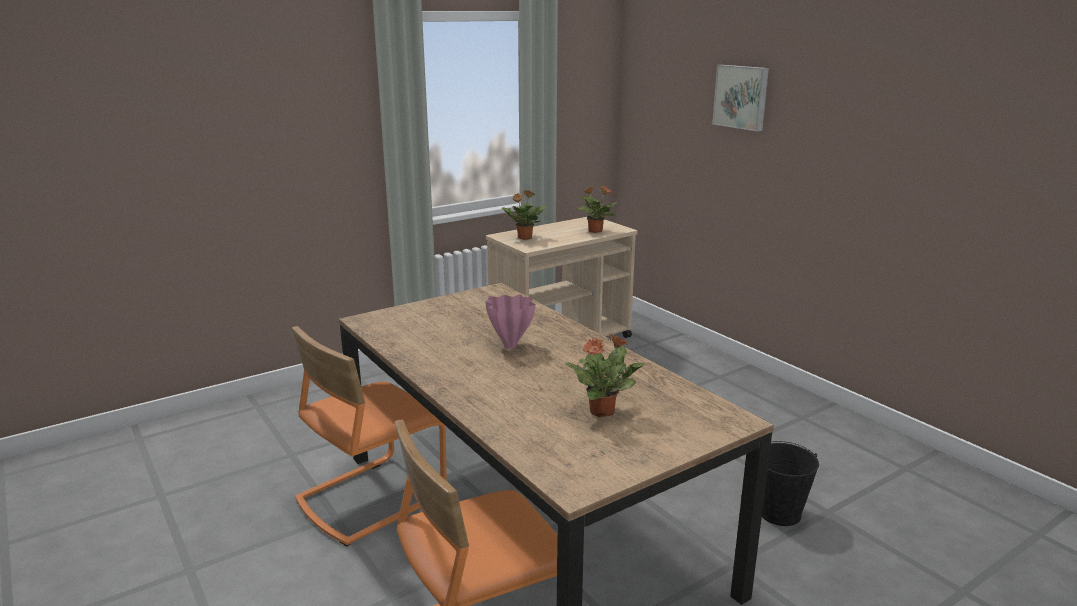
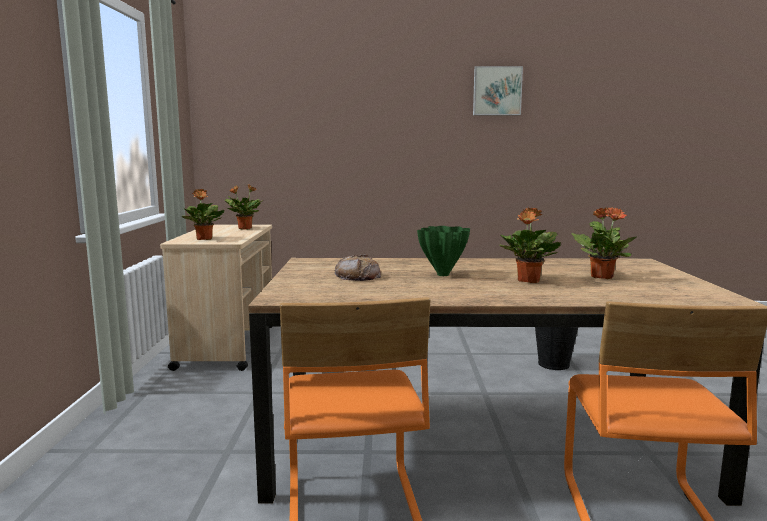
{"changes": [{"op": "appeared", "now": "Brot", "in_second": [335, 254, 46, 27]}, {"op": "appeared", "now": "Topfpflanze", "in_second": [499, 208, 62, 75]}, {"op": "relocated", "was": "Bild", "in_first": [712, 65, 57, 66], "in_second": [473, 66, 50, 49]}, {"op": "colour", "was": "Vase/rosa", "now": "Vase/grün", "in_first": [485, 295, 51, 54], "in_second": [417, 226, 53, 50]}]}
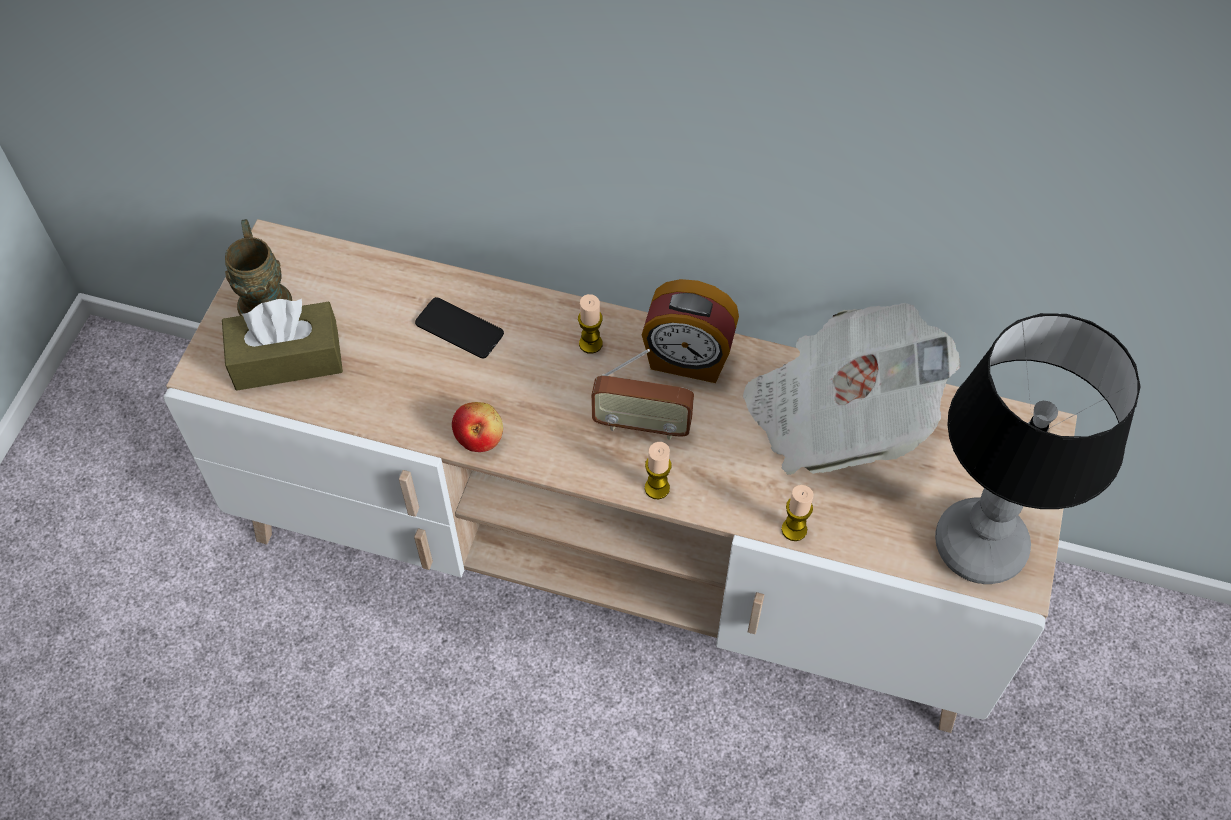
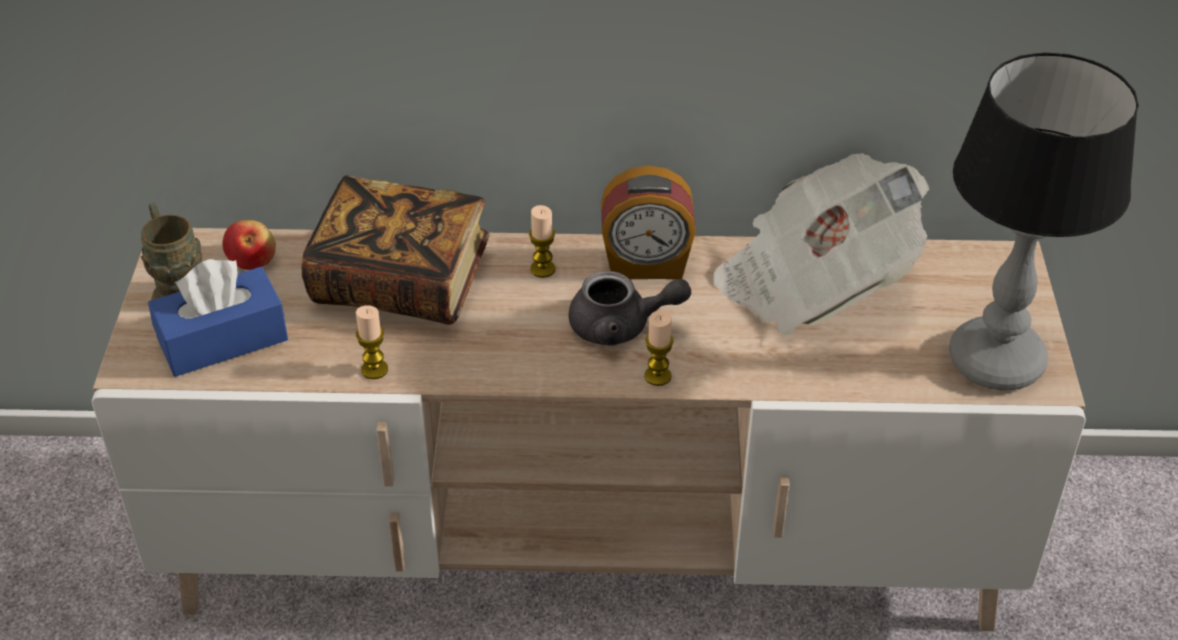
{"changes": [{"op": "relocated", "was": "Apfel", "in_first": [452, 402, 51, 50], "in_second": [222, 220, 54, 50]}, {"op": "relocated", "was": "Kerze", "in_first": [781, 485, 33, 56], "in_second": [356, 305, 32, 74]}, {"op": "exchanged", "was": "Handy", "now": "Buch", "in_first": [415, 297, 89, 61], "in_second": [302, 175, 188, 150]}, {"op": "exchanged", "was": "Radio", "now": "Teekanne/grau", "in_first": [591, 349, 103, 91], "in_second": [569, 271, 122, 75]}, {"op": "colour", "was": "Taschentuchbox/braun", "now": "Taschentuchbox/blau", "in_first": [222, 299, 121, 92], "in_second": [148, 259, 140, 118]}]}
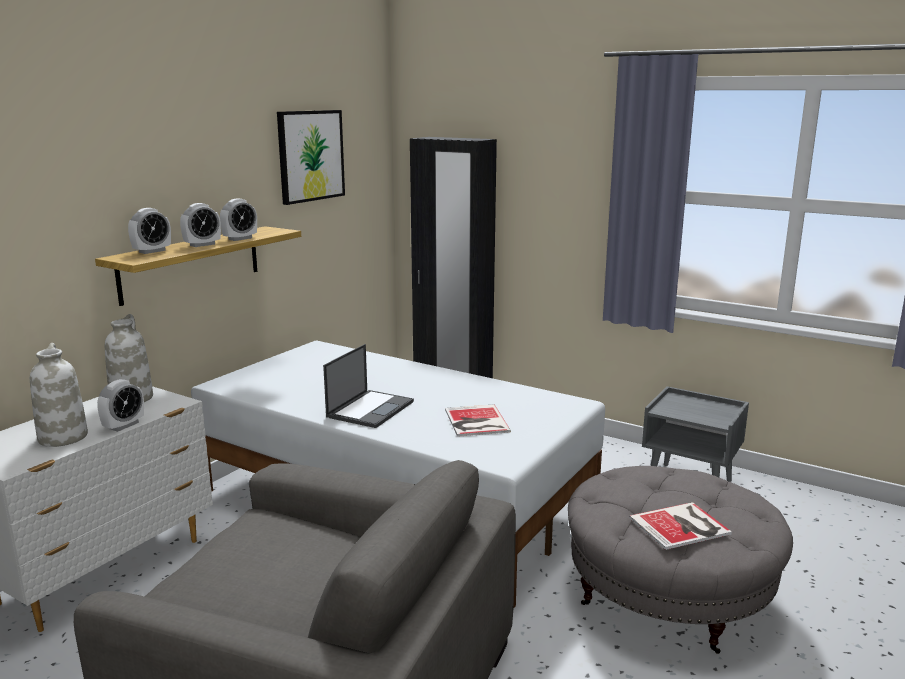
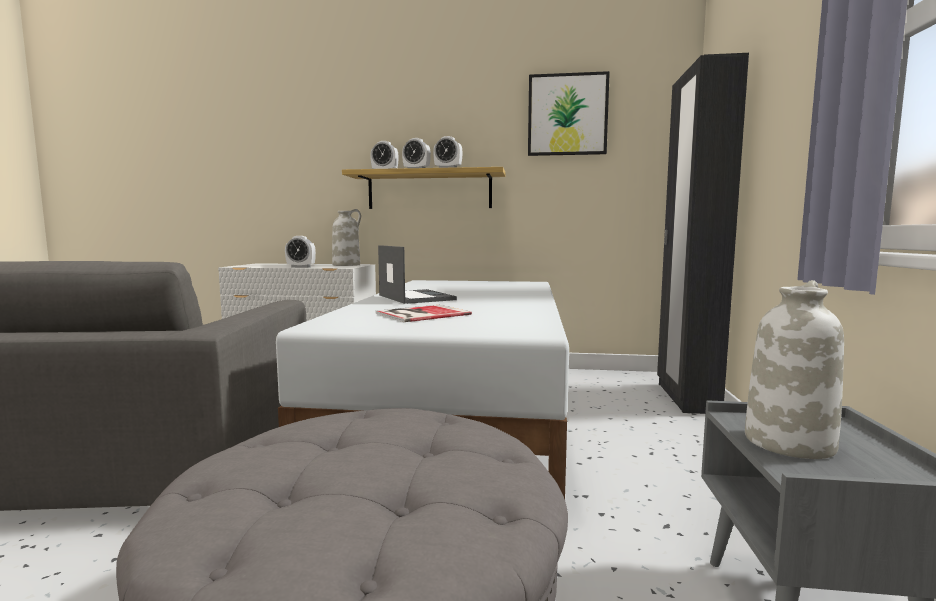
{"changes": [{"op": "missing", "was": "Buch", "in_first": [629, 502, 103, 48]}, {"op": "relocated", "was": "Vase/weiß", "in_first": [30, 343, 58, 104], "in_second": [745, 280, 99, 179]}, {"op": "spun", "was": "Laptop", "in_first": [323, 344, 91, 84], "in_second": [378, 245, 79, 59], "clockwise": -120}]}
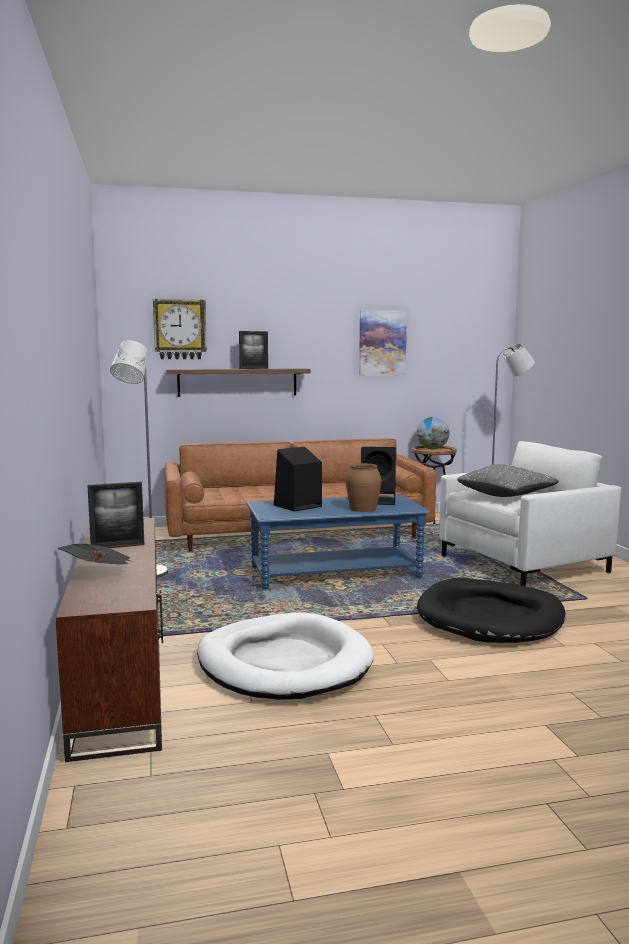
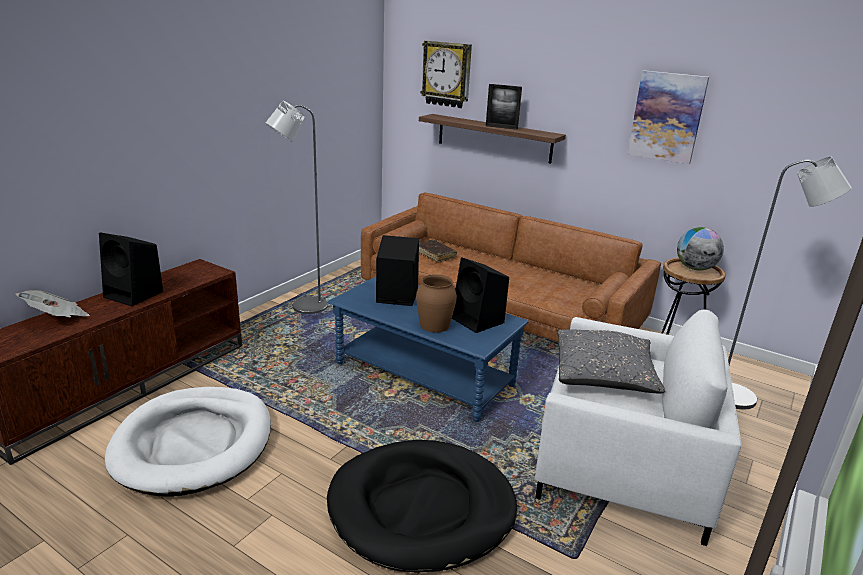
{"changes": [{"op": "appeared", "now": "Buch/braun", "in_second": [419, 240, 38, 23]}, {"op": "exchanged", "was": "Bilderrahmen", "now": "Lautsprecher/schwarz", "in_first": [87, 482, 58, 66], "in_second": [99, 232, 64, 74]}]}
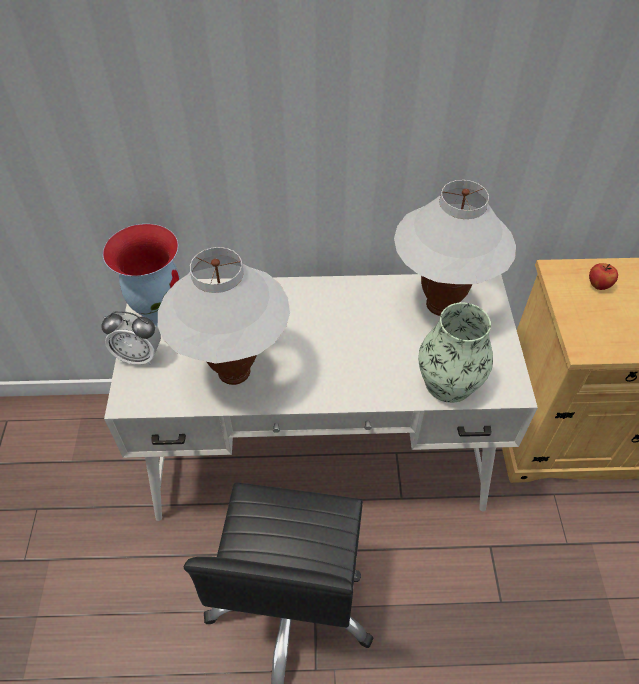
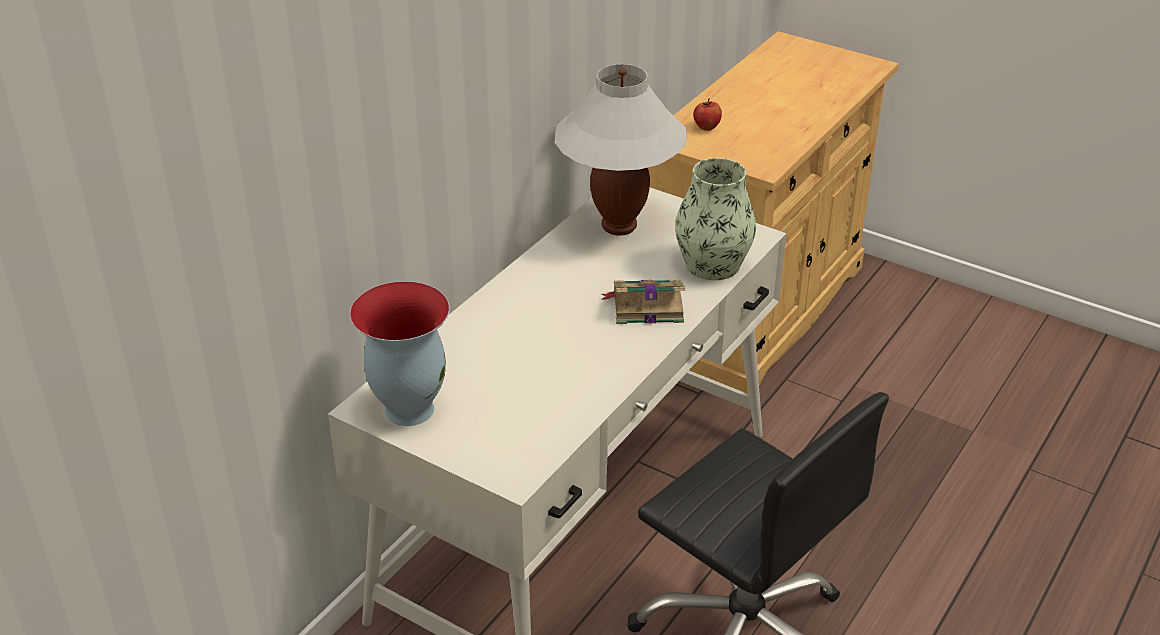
{"changes": [{"op": "missing", "was": "Wecker", "in_first": [101, 311, 60, 54]}, {"op": "missing", "was": "Tischlampe/weiß", "in_first": [158, 247, 132, 138]}, {"op": "appeared", "now": "Buch", "in_second": [601, 279, 84, 45]}]}
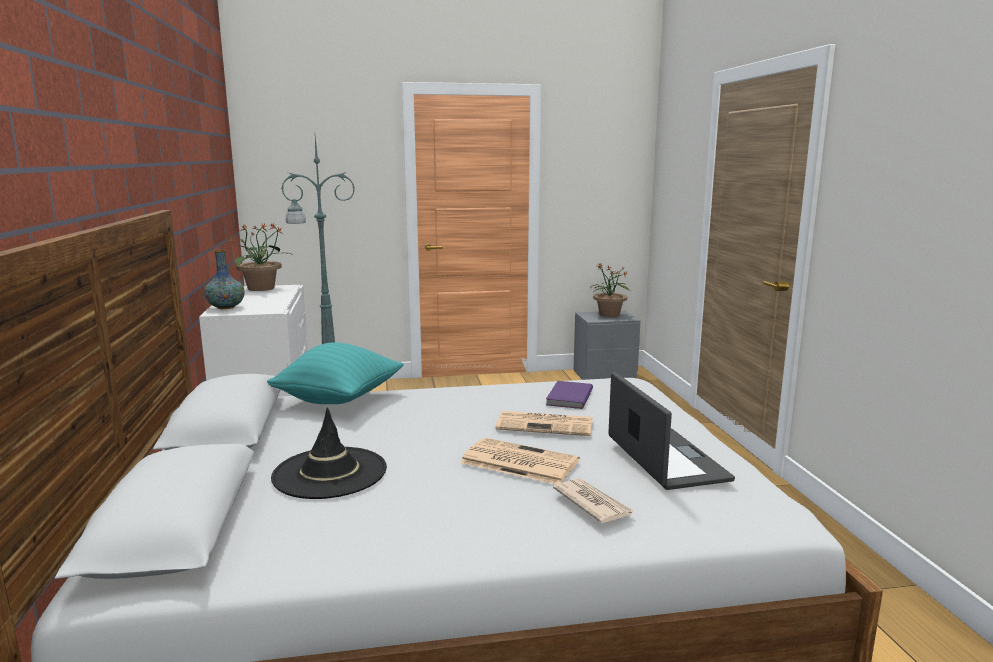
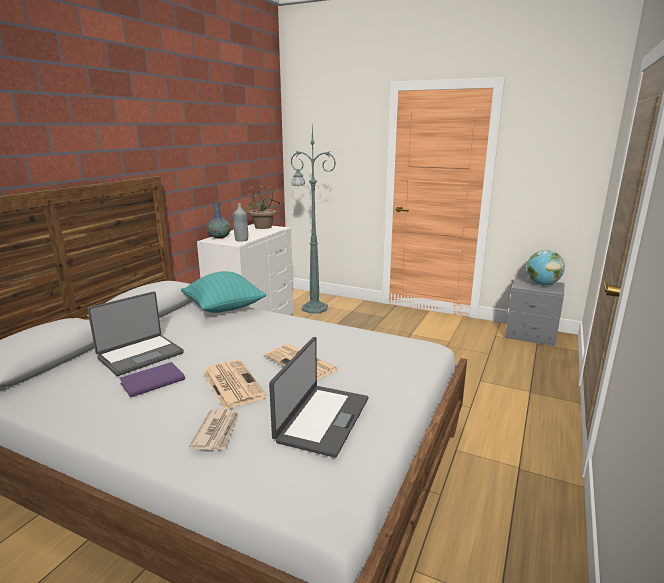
{"changes": [{"op": "appeared", "now": "Flasche/grau", "in_second": [233, 203, 15, 39]}, {"op": "relocated", "was": "Buch/lila", "in_first": [546, 381, 47, 28], "in_second": [119, 362, 66, 36]}, {"op": "exchanged", "was": "Hut/schwarz", "now": "Laptop", "in_first": [271, 408, 116, 91], "in_second": [87, 291, 97, 85]}, {"op": "exchanged", "was": "Topfpflanze", "now": "Globus", "in_first": [590, 263, 41, 54], "in_second": [526, 250, 39, 35]}]}
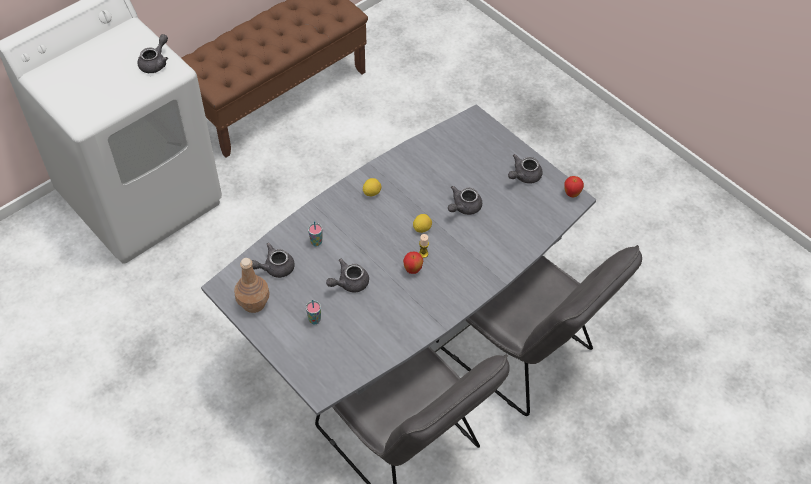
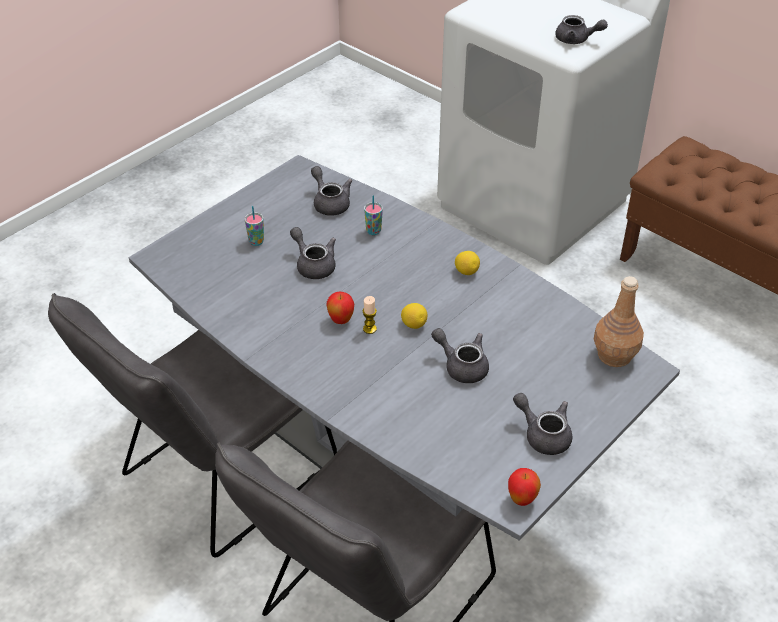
{"changes": [{"op": "relocated", "was": "Flasche/braun", "in_first": [234, 258, 36, 55], "in_second": [594, 276, 50, 91]}]}
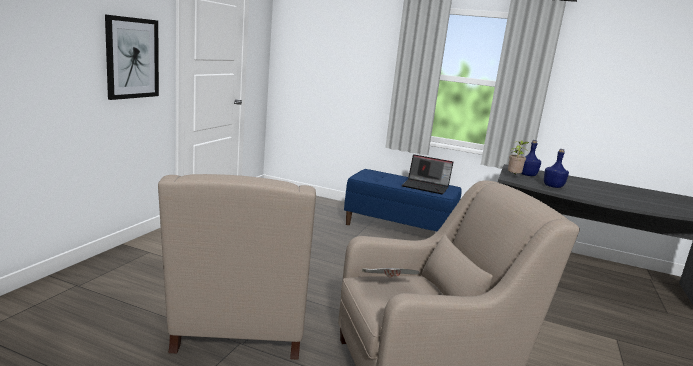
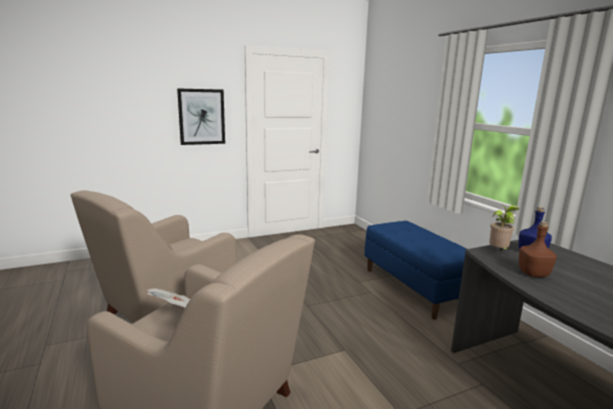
{"changes": [{"op": "missing", "was": "Laptop", "in_first": [402, 154, 51, 40]}, {"op": "colour", "was": "Flasche/blau", "now": "Flasche/braun", "in_first": [544, 149, 25, 39], "in_second": [519, 221, 38, 56]}]}
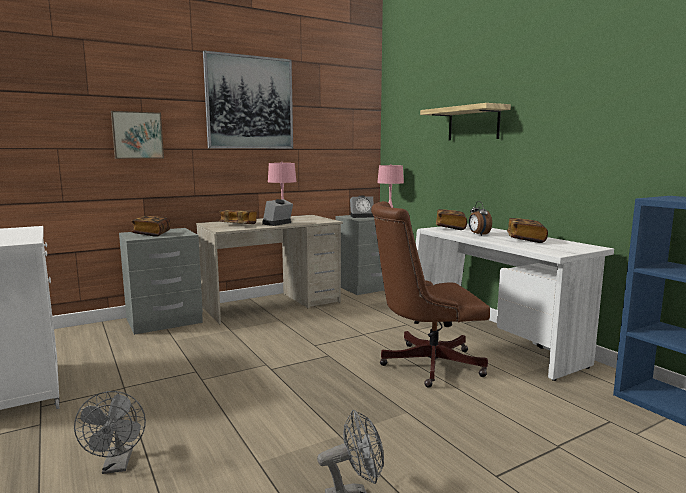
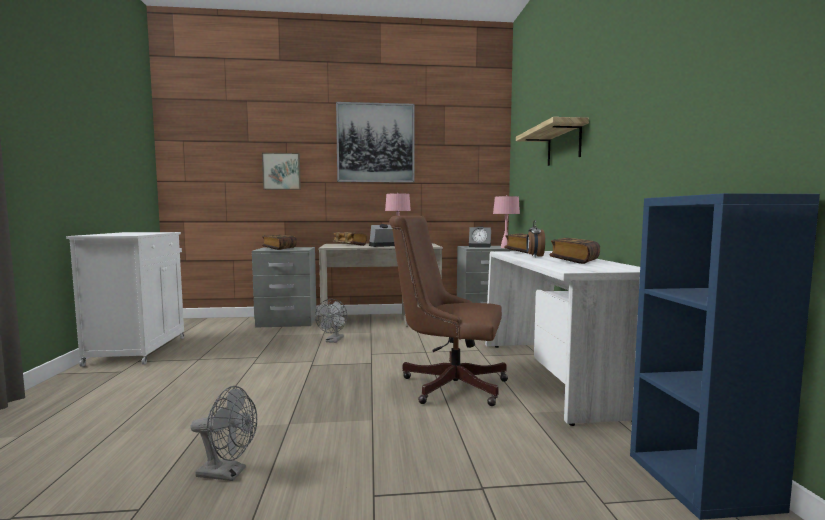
{"changes": [{"op": "relocated", "was": "Ventilator/grau", "in_first": [74, 391, 72, 83], "in_second": [315, 299, 32, 44]}]}
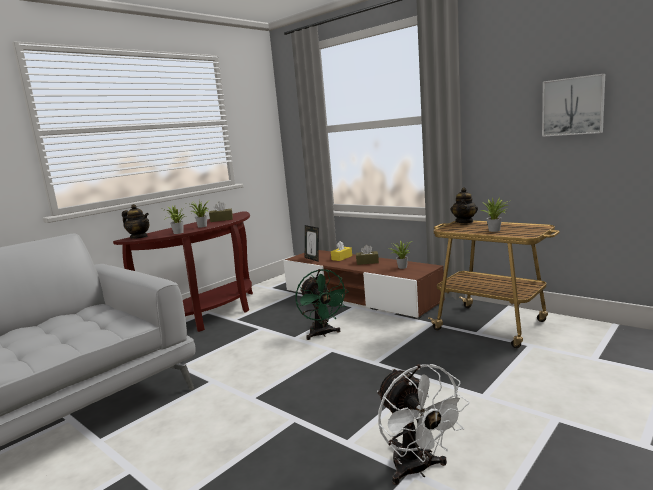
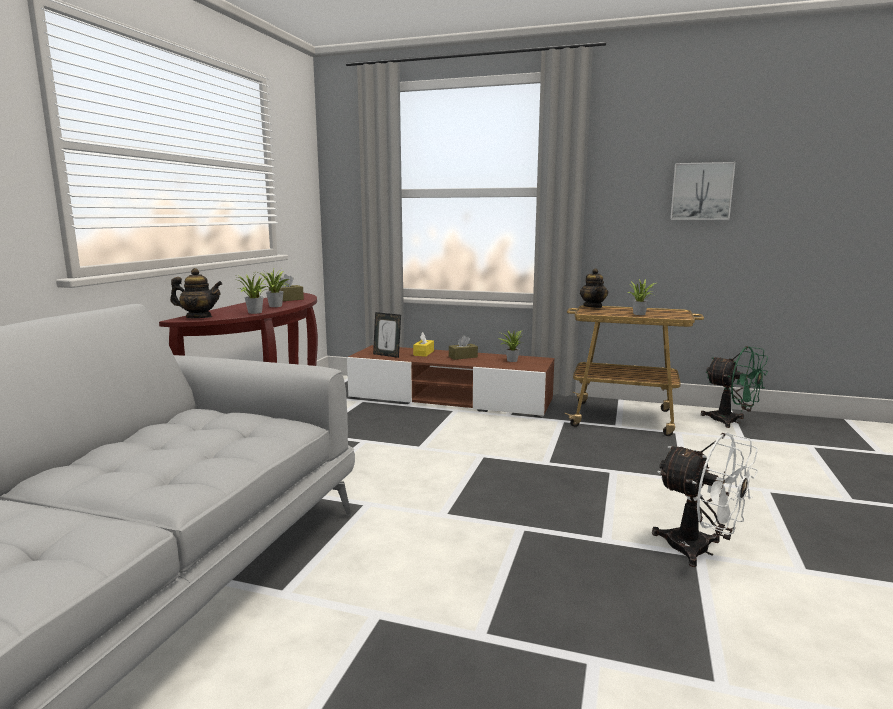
{"changes": [{"op": "relocated", "was": "Ventilator/grün", "in_first": [295, 269, 54, 71], "in_second": [701, 346, 67, 82]}]}
